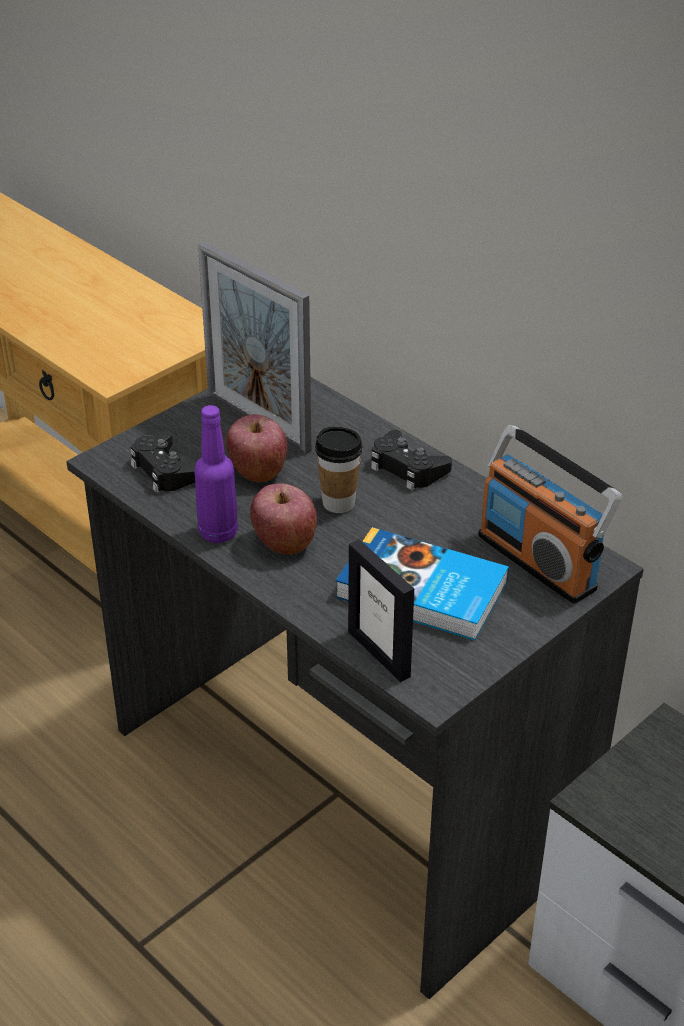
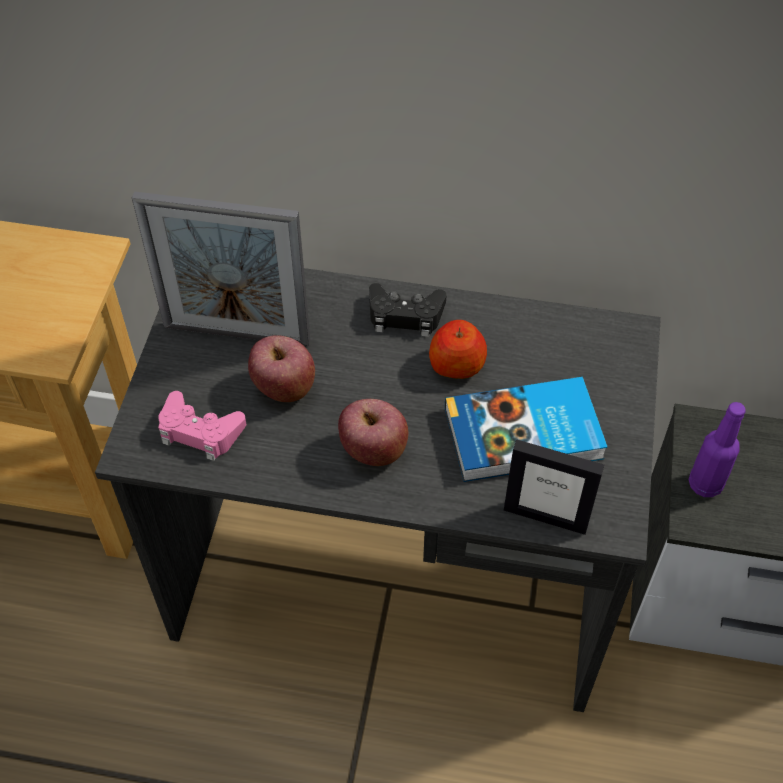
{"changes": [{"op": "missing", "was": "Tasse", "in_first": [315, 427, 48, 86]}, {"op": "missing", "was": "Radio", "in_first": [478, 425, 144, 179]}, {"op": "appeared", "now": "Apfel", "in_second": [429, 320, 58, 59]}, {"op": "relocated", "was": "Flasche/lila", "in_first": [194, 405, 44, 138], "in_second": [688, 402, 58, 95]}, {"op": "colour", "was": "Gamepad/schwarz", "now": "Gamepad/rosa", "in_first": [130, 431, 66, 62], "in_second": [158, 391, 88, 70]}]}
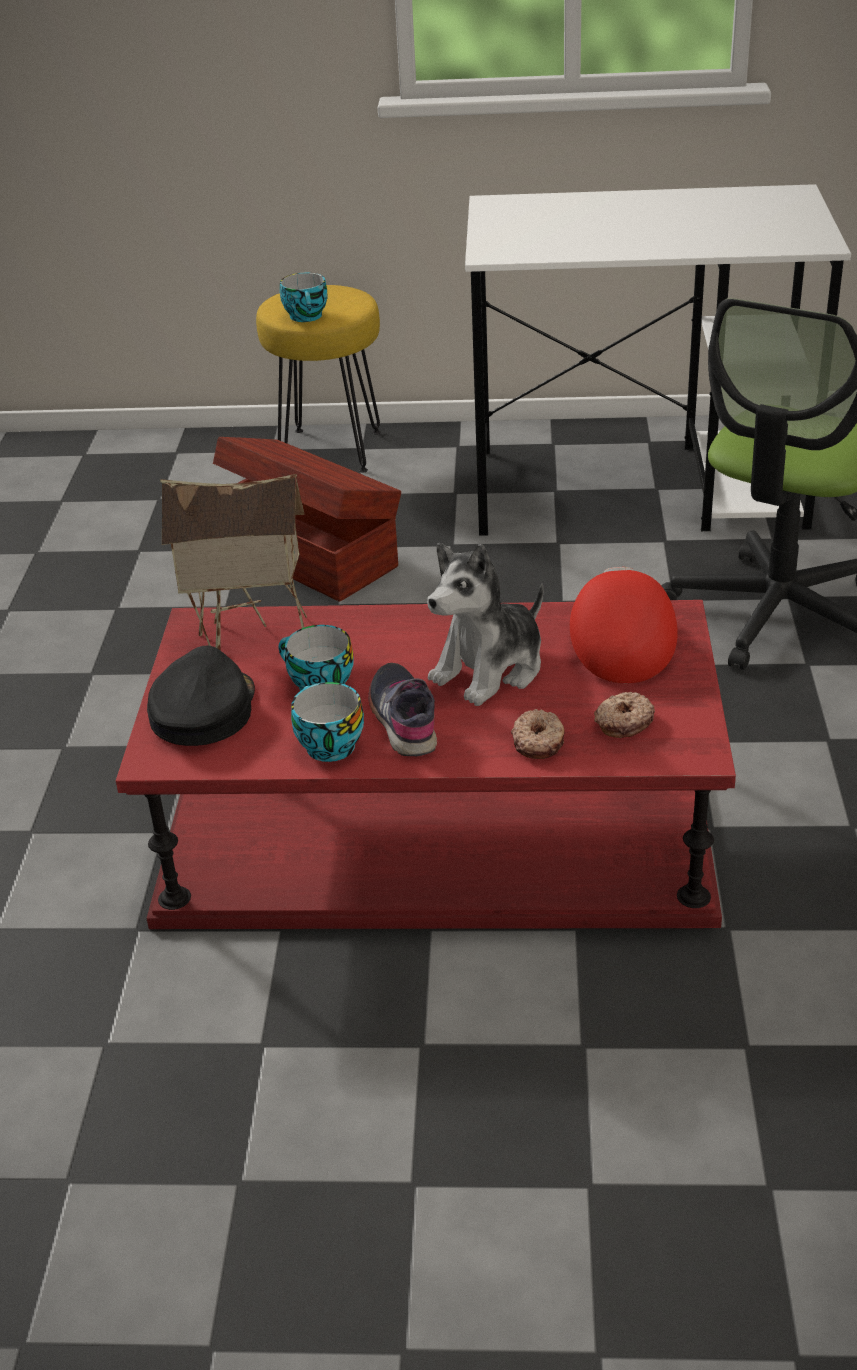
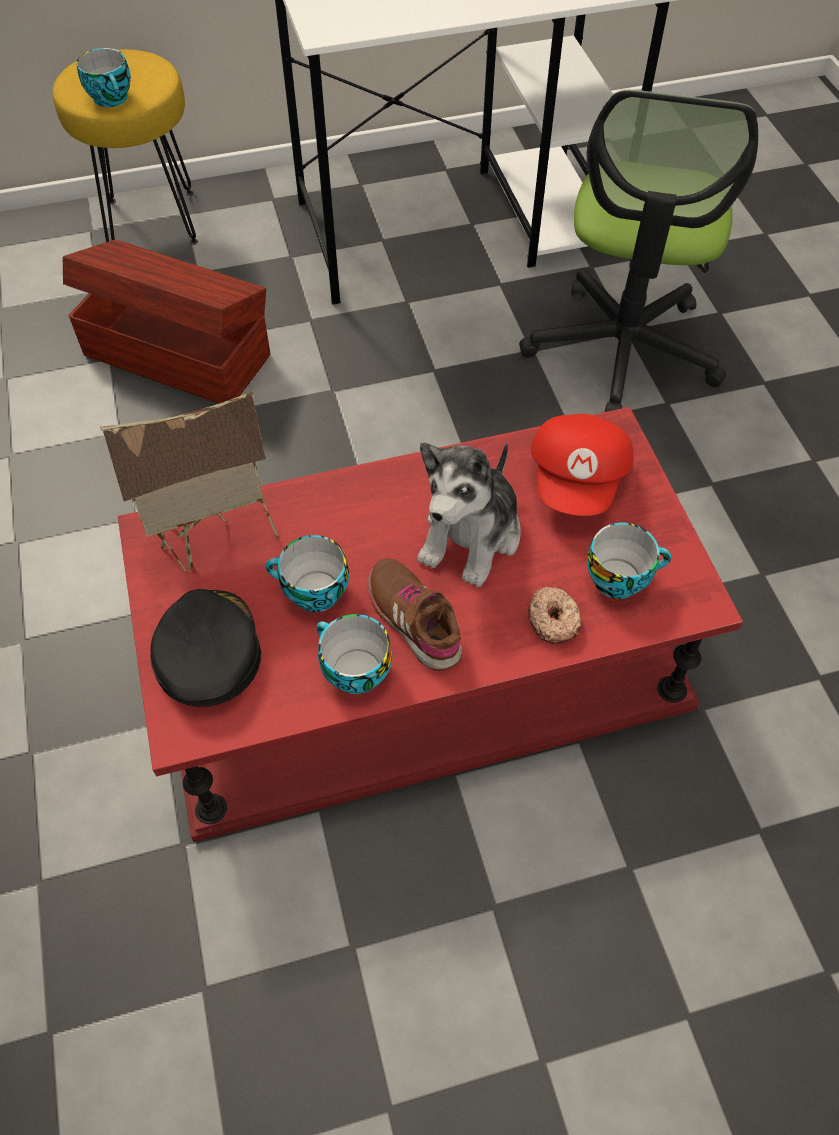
{"changes": [{"op": "exchanged", "was": "Donut", "now": "Tasse", "in_first": [594, 692, 61, 46], "in_second": [587, 522, 84, 77]}, {"op": "colour", "was": "Schuh/grau", "now": "Schuh/braun", "in_first": [368, 663, 69, 94], "in_second": [368, 558, 94, 112]}, {"op": "spun", "was": "Kappe/rot", "in_first": [570, 567, 108, 117], "in_second": [531, 414, 103, 102], "clockwise": -150}]}
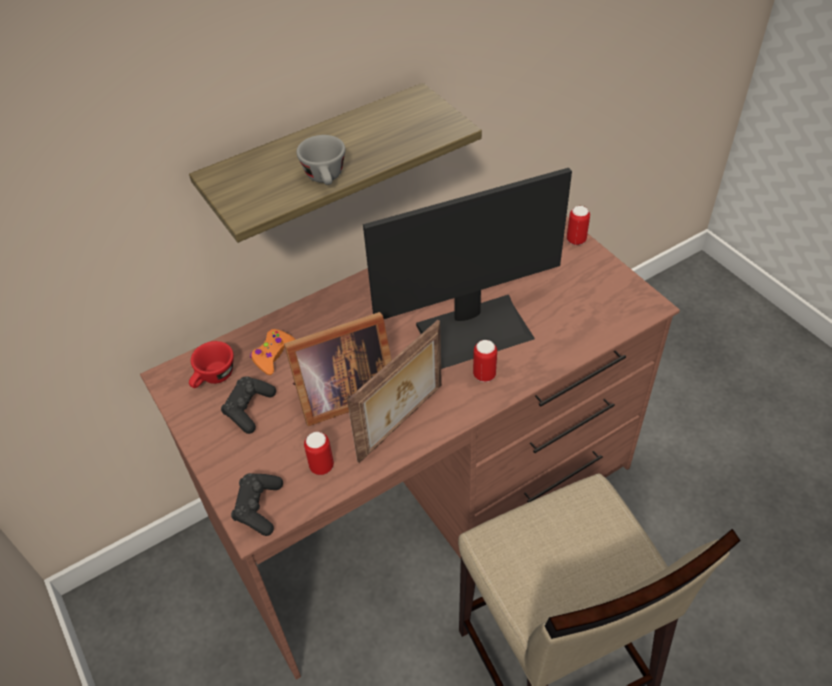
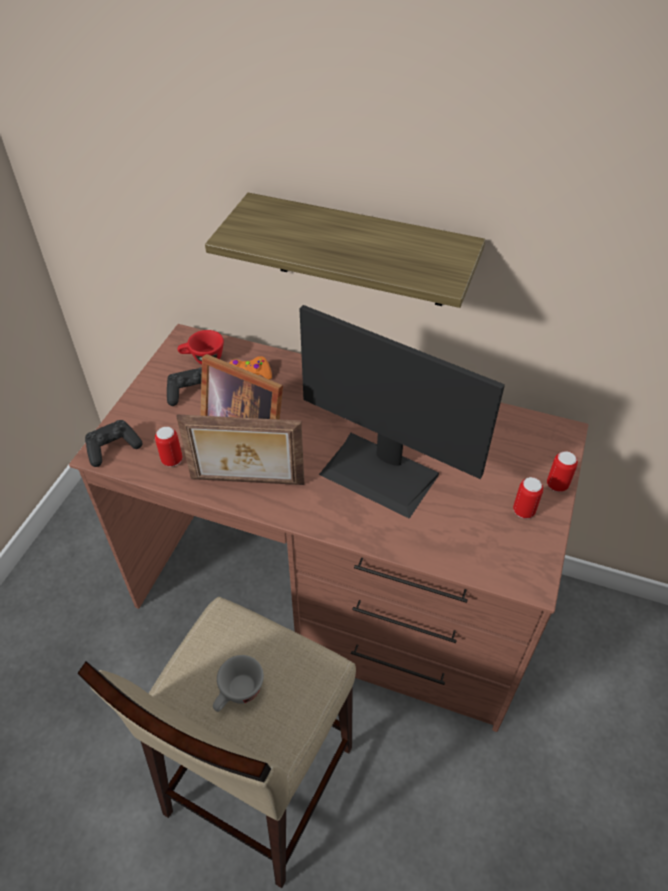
{"changes": [{"op": "relocated", "was": "Tasse/grau", "in_first": [296, 135, 49, 50], "in_second": [213, 655, 51, 57]}, {"op": "relocated", "was": "Dose", "in_first": [473, 340, 24, 42], "in_second": [513, 477, 30, 42]}]}
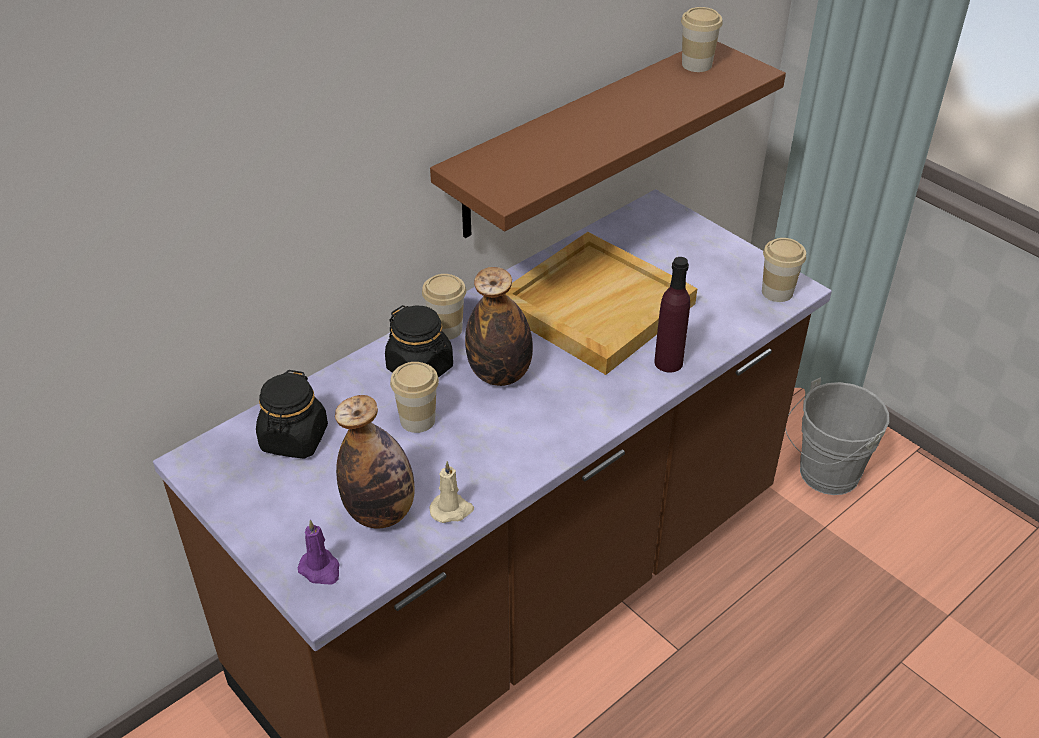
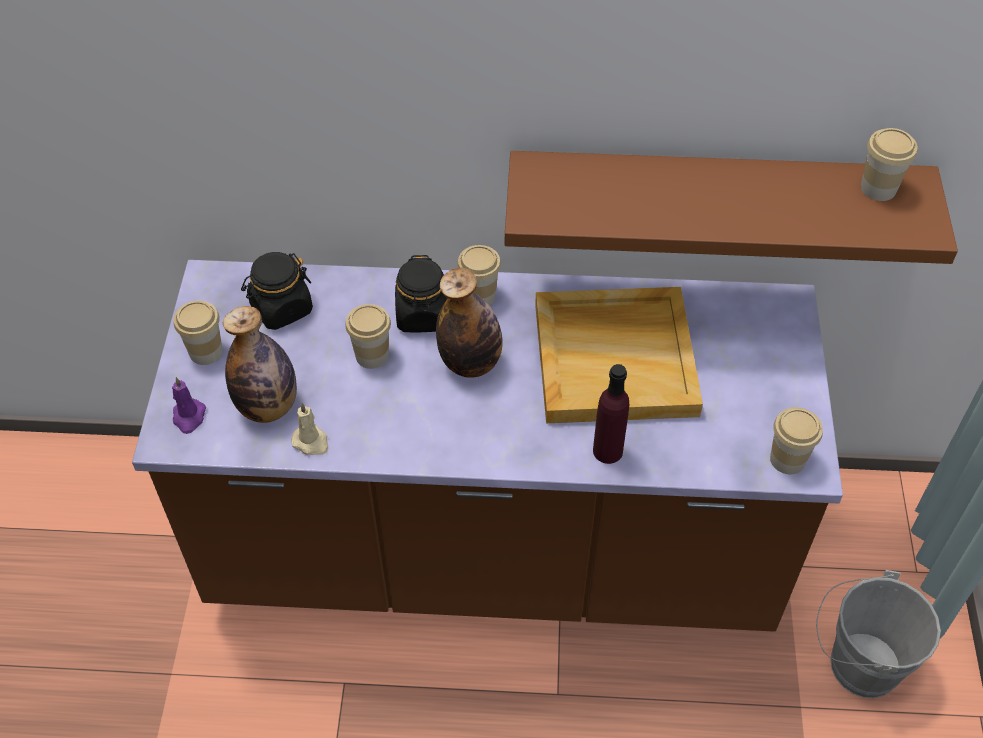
{"changes": [{"op": "appeared", "now": "Tasse", "in_second": [174, 301, 49, 64]}]}
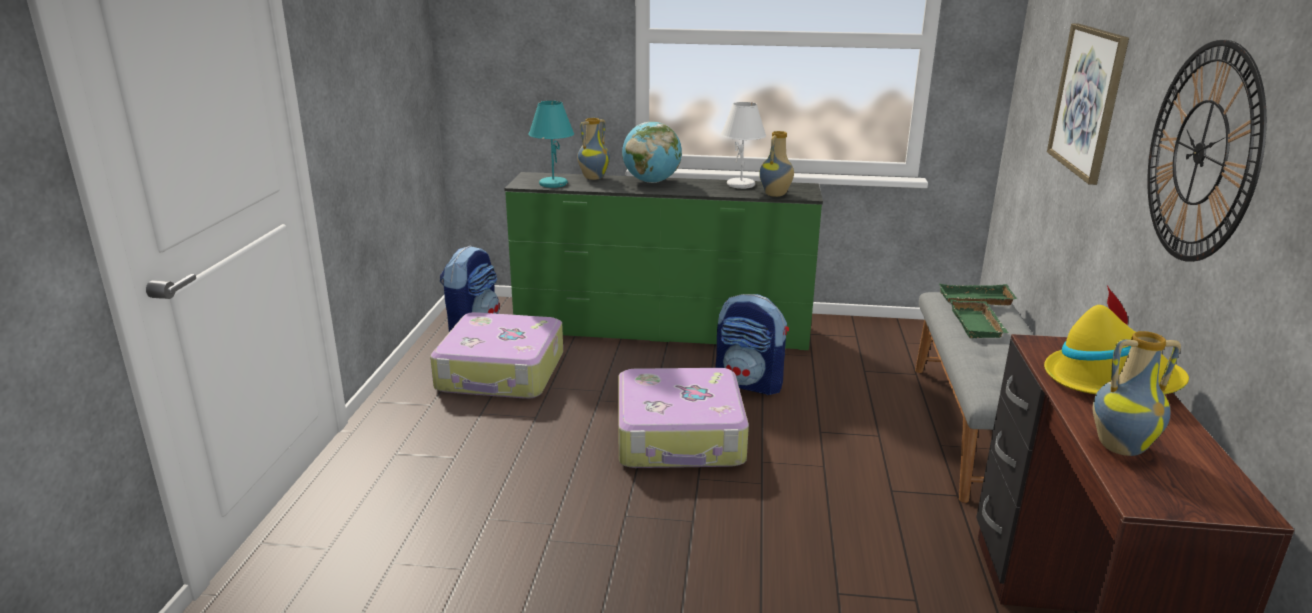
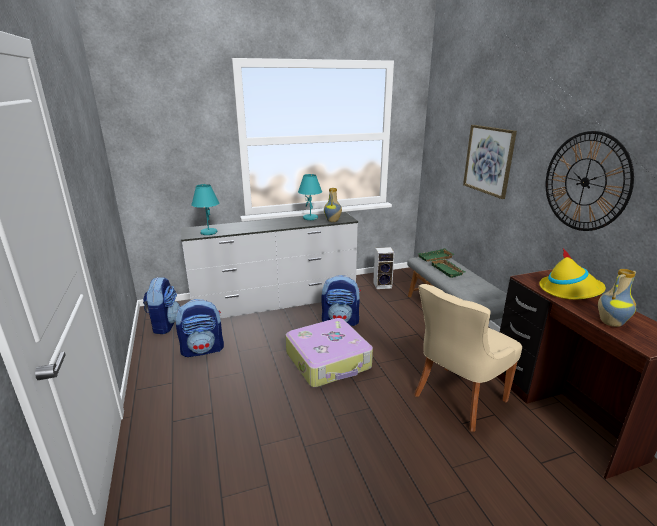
{"changes": [{"op": "missing", "was": "Vase", "in_first": [577, 118, 33, 62]}, {"op": "missing", "was": "Globus", "in_first": [622, 122, 60, 61]}, {"op": "appeared", "now": "Lautsprecher", "in_second": [373, 247, 21, 42]}, {"op": "appeared", "now": "Stuhl/beige", "in_second": [414, 284, 108, 148]}, {"op": "exchanged", "was": "Koffer", "now": "Rucksack", "in_first": [430, 312, 133, 87], "in_second": [176, 299, 48, 58]}, {"op": "colour", "was": "Kommode/grün", "now": "Kommode/weiß", "in_first": [504, 172, 319, 178], "in_second": [181, 212, 177, 107]}, {"op": "colour", "was": "Tischlampe/weiß", "now": "Tischlampe/türkis", "in_first": [721, 102, 45, 87], "in_second": [298, 174, 24, 46]}]}
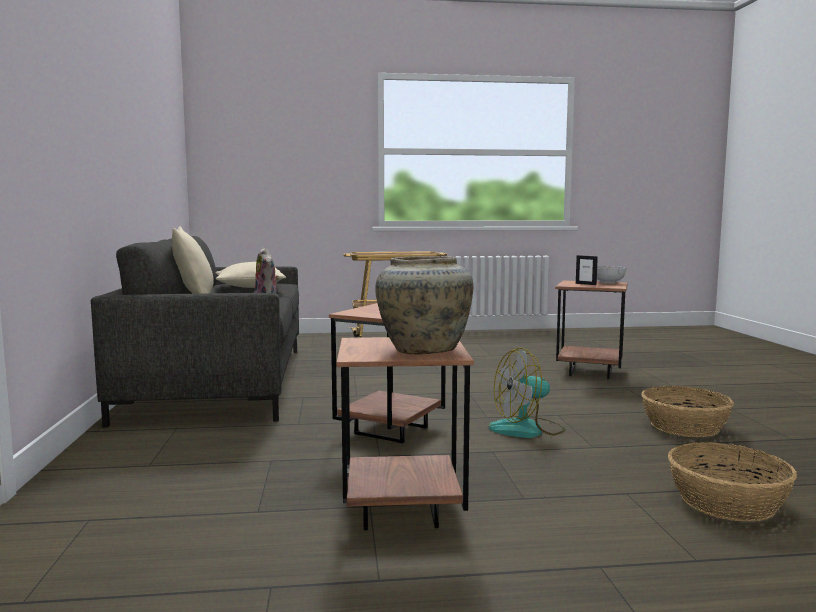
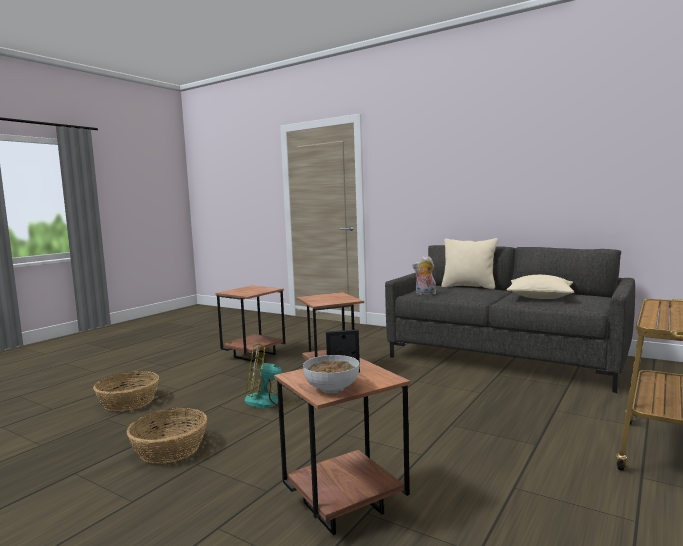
{"changes": [{"op": "missing", "was": "Vase/beige", "in_first": [375, 256, 98, 99]}, {"op": "spun", "was": "Ventilator", "in_first": [489, 348, 77, 90], "in_second": [245, 343, 53, 65], "clockwise": -120}]}
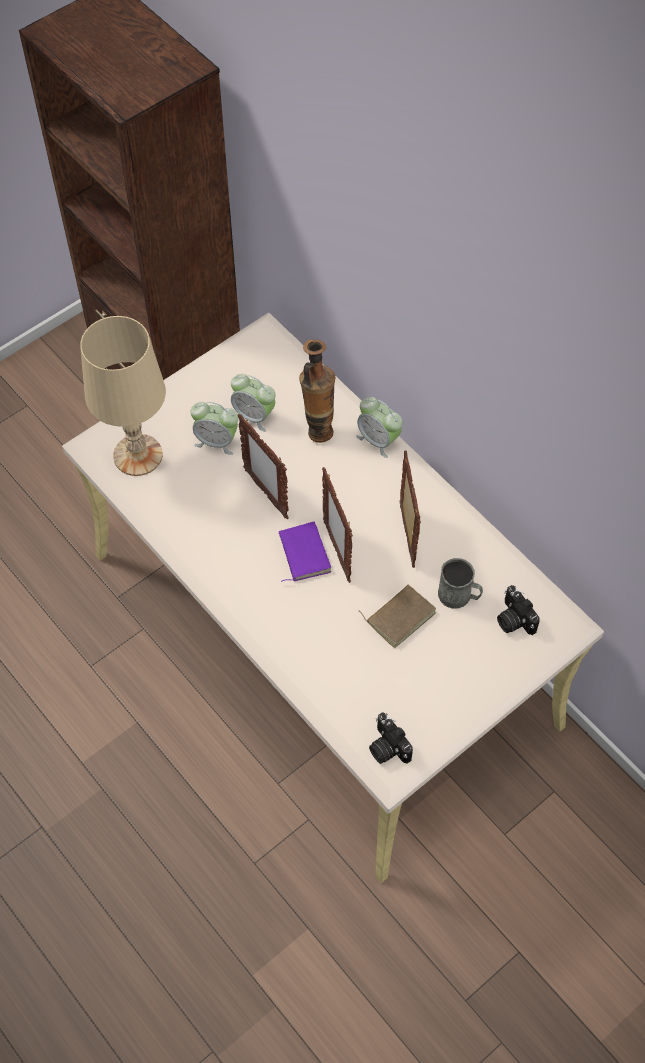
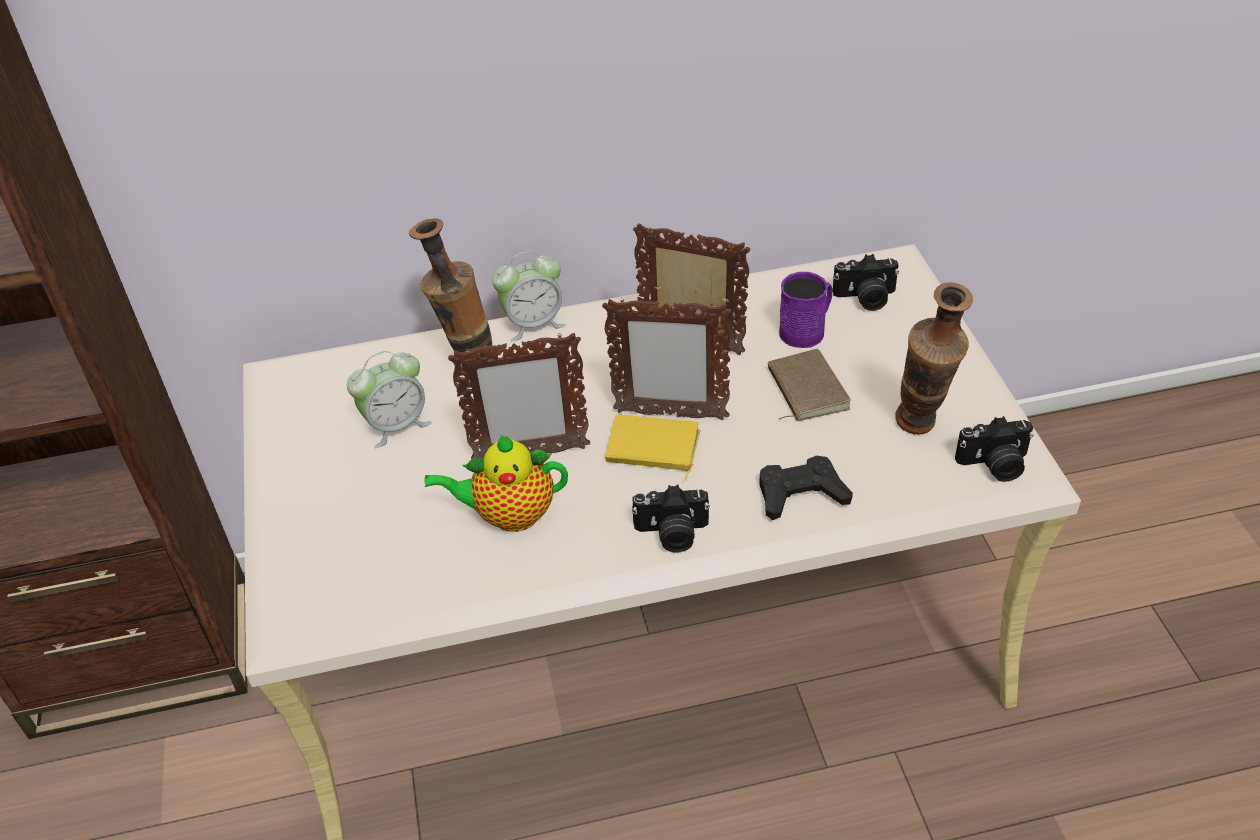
{"changes": [{"op": "missing", "was": "Tischlampe/beige", "in_first": [80, 316, 86, 160]}, {"op": "missing", "was": "Wecker", "in_first": [190, 402, 49, 53]}, {"op": "appeared", "now": "Teekanne", "in_second": [424, 435, 144, 97]}, {"op": "appeared", "now": "Kamera", "in_second": [632, 485, 78, 67]}, {"op": "appeared", "now": "Gamepad/schwarz", "in_second": [759, 456, 94, 64]}, {"op": "appeared", "now": "Vase", "in_second": [895, 282, 78, 153]}, {"op": "colour", "was": "Buch/lila", "now": "Buch/gelb", "in_first": [279, 522, 52, 60], "in_second": [605, 415, 95, 66]}, {"op": "colour", "was": "Henkelbecher/grau", "now": "Henkelbecher/lila", "in_first": [438, 558, 45, 51], "in_second": [779, 272, 53, 76]}]}
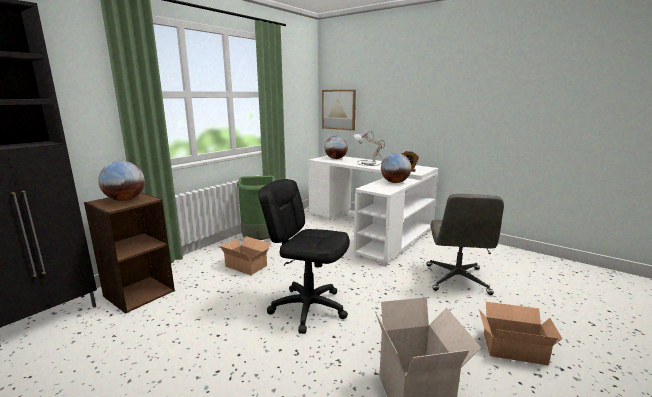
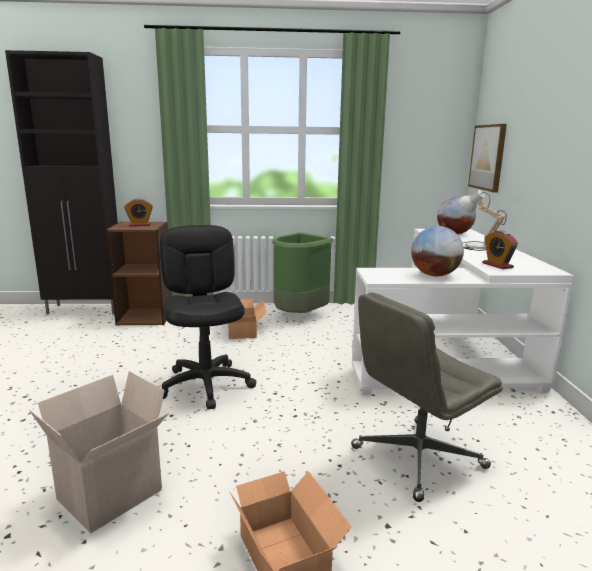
{"changes": [{"op": "exchanged", "was": "Globus", "now": "Wecker", "in_first": [98, 161, 47, 40], "in_second": [124, 199, 29, 27]}]}
